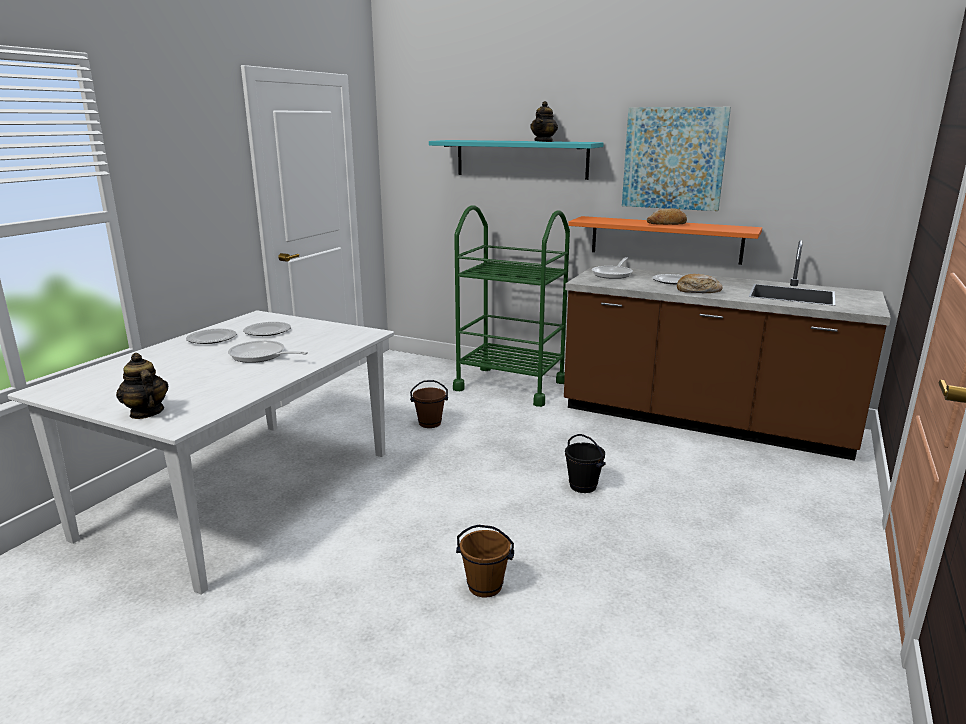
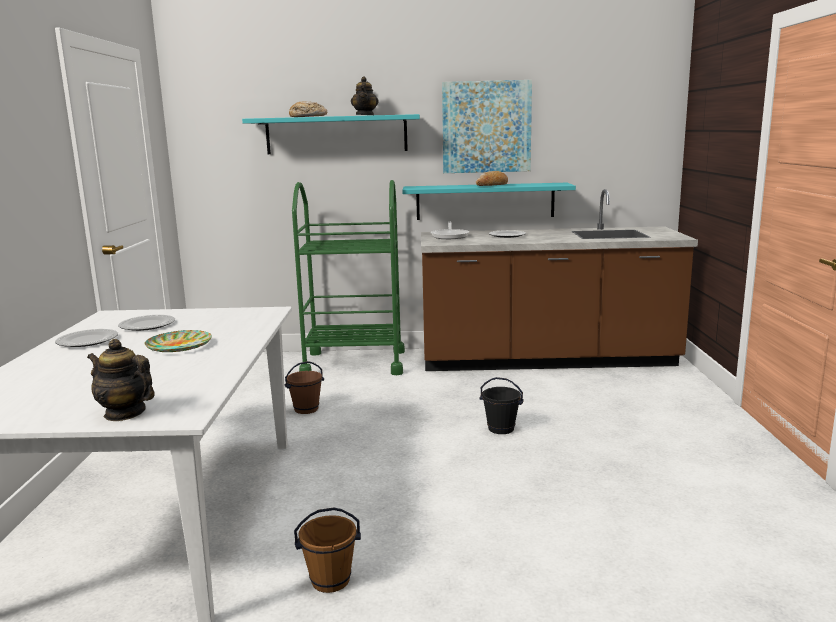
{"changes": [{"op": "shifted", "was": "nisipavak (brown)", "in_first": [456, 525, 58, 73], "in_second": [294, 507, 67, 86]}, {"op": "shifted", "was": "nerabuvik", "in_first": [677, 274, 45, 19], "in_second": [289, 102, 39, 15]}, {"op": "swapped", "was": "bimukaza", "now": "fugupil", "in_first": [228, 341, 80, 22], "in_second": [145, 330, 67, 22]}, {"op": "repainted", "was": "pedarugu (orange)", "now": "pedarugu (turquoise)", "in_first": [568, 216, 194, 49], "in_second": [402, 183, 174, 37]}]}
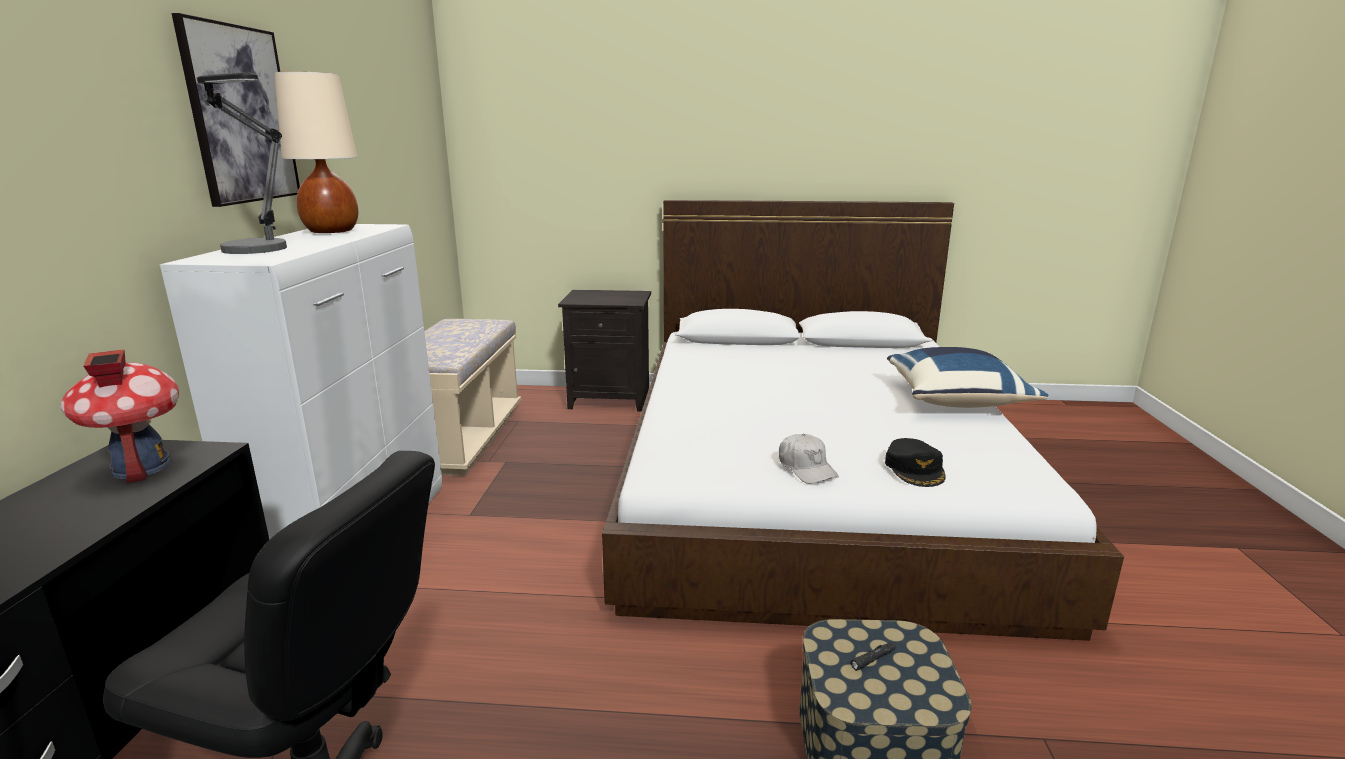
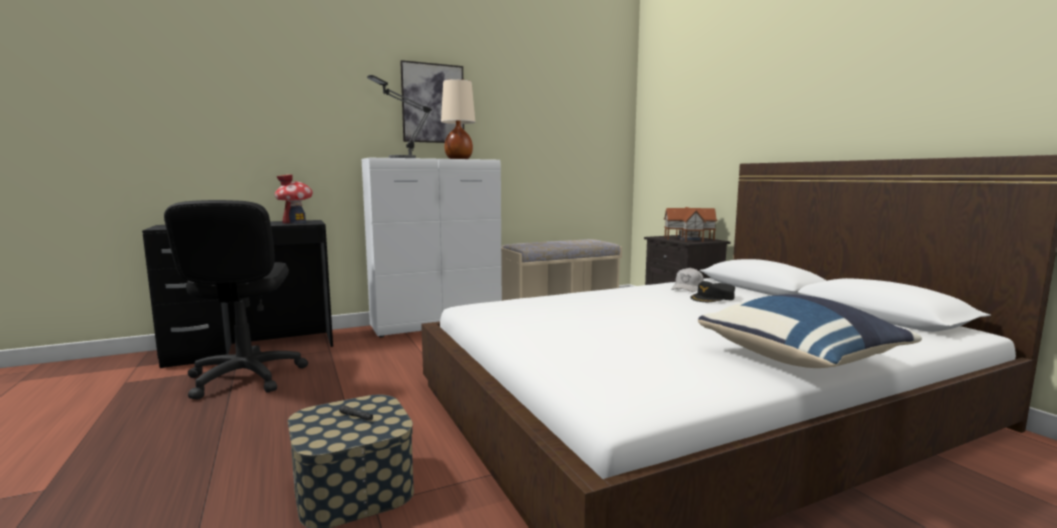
{"changes": [{"op": "new", "now": "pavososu", "in_second": [664, 207, 53, 35]}, {"op": "shifted", "was": "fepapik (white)", "in_first": [779, 434, 60, 50], "in_second": [671, 267, 33, 25]}, {"op": "shifted", "was": "fepapik (black)", "in_first": [885, 438, 61, 49], "in_second": [690, 281, 45, 21]}]}
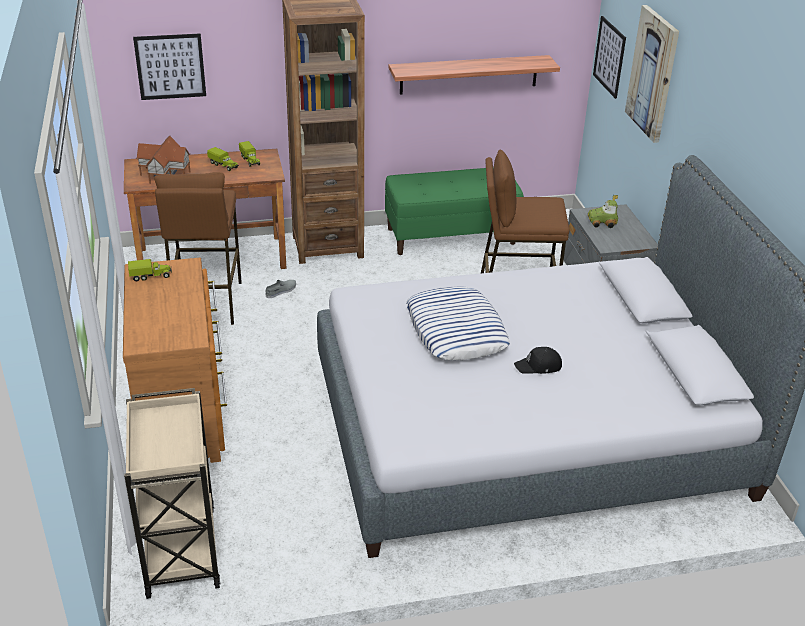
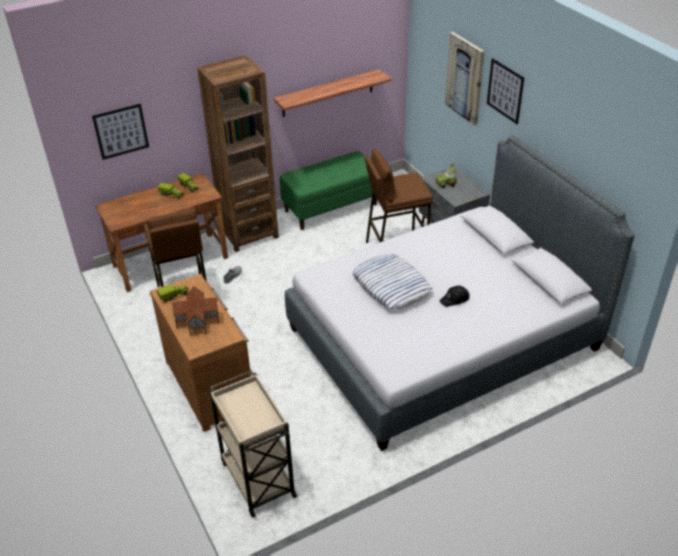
{"changes": [{"op": "shifted", "was": "pavososu", "in_first": [136, 135, 55, 49], "in_second": [172, 287, 47, 49]}, {"op": "shifted", "was": "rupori", "in_first": [593, 16, 33, 83], "in_second": [487, 58, 37, 66]}]}
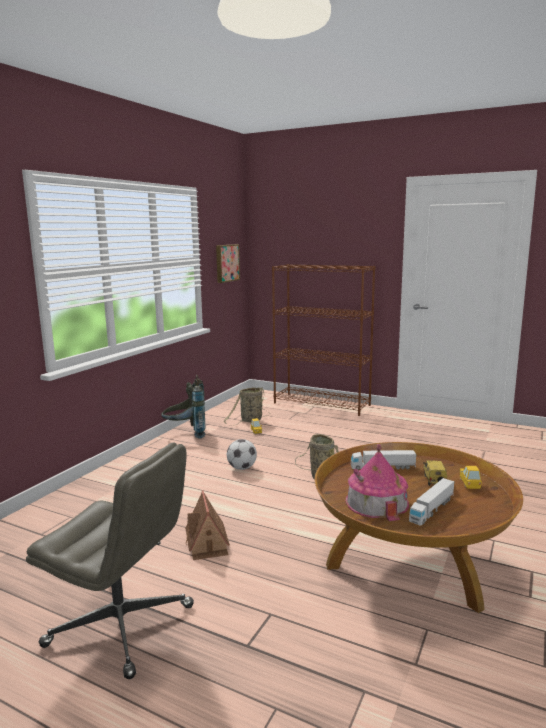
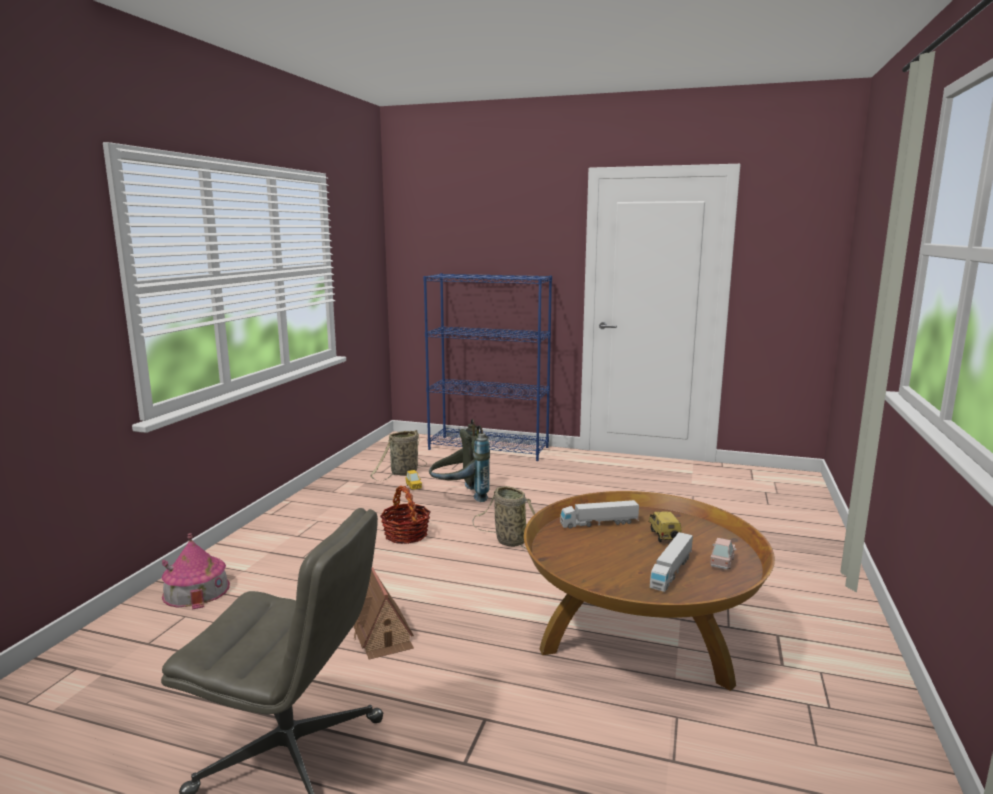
{"changes": [{"op": "gone", "was": "rupori", "in_first": [216, 244, 24, 39]}, {"op": "gone", "was": "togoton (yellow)", "in_first": [460, 466, 22, 23]}, {"op": "new", "now": "togoton (pink)", "in_second": [711, 538, 26, 32]}, {"op": "shifted", "was": "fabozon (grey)", "in_first": [161, 375, 44, 63], "in_second": [429, 419, 61, 83]}, {"op": "shifted", "was": "pavososu", "in_first": [345, 444, 64, 77], "in_second": [162, 533, 68, 77]}, {"op": "swapped", "was": "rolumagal", "now": "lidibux", "in_first": [227, 439, 30, 31], "in_second": [380, 486, 50, 58]}, {"op": "repainted", "was": "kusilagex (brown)", "now": "kusilagex (blue)", "in_first": [272, 264, 103, 152], "in_second": [423, 273, 129, 188]}]}
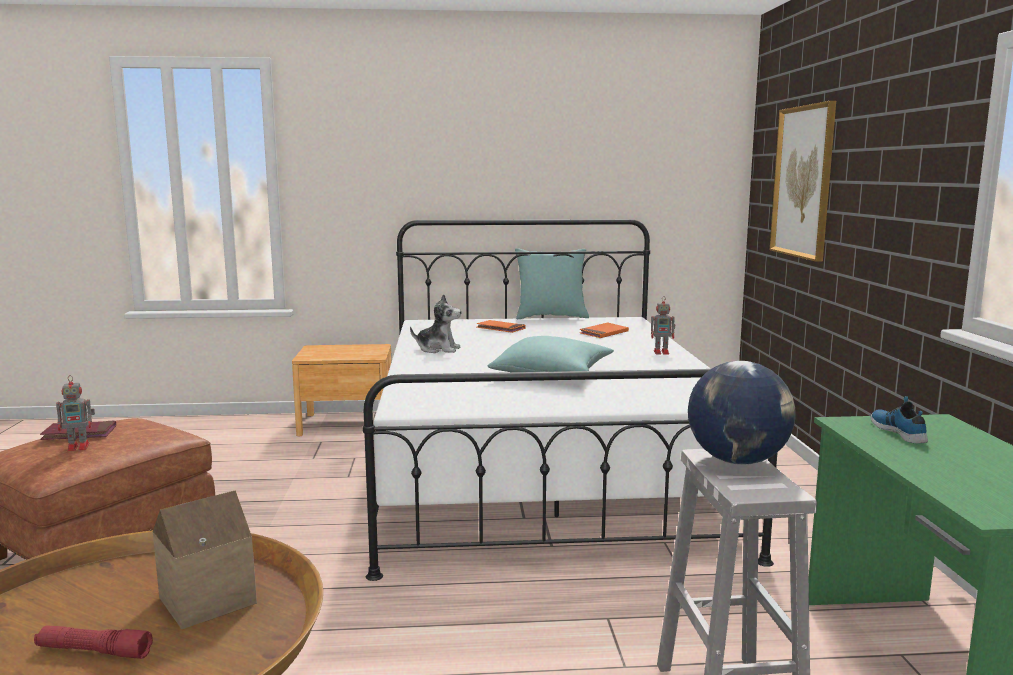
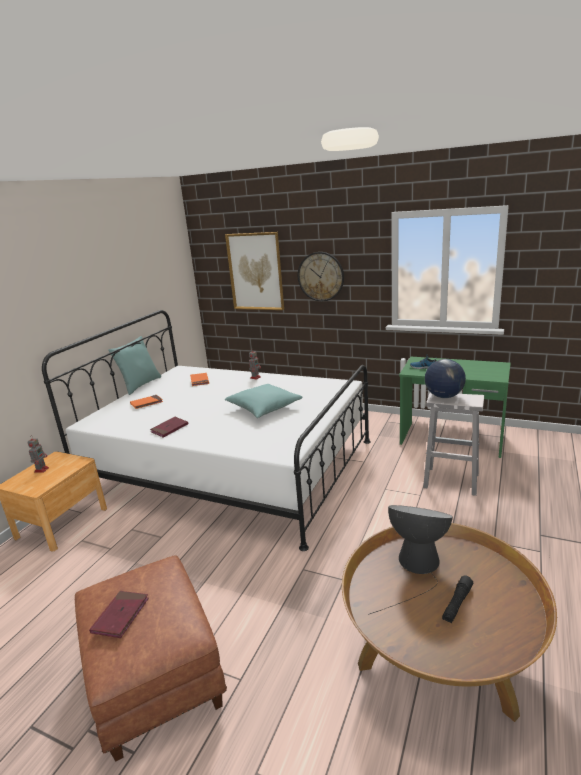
{"changes": [{"op": "new", "now": "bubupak", "in_second": [298, 252, 46, 49]}, {"op": "shifted", "was": "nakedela", "in_first": [56, 375, 39, 76], "in_second": [27, 438, 22, 35]}, {"op": "swapped", "was": "pavososu", "now": "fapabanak", "in_first": [153, 490, 104, 140], "in_second": [368, 505, 85, 110]}, {"op": "swapped", "was": "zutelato", "now": "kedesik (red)", "in_first": [410, 294, 51, 59], "in_second": [150, 417, 38, 21]}, {"op": "repainted", "was": "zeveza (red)", "now": "zeveza (black)", "in_first": [34, 626, 119, 33], "in_second": [442, 575, 31, 48]}]}
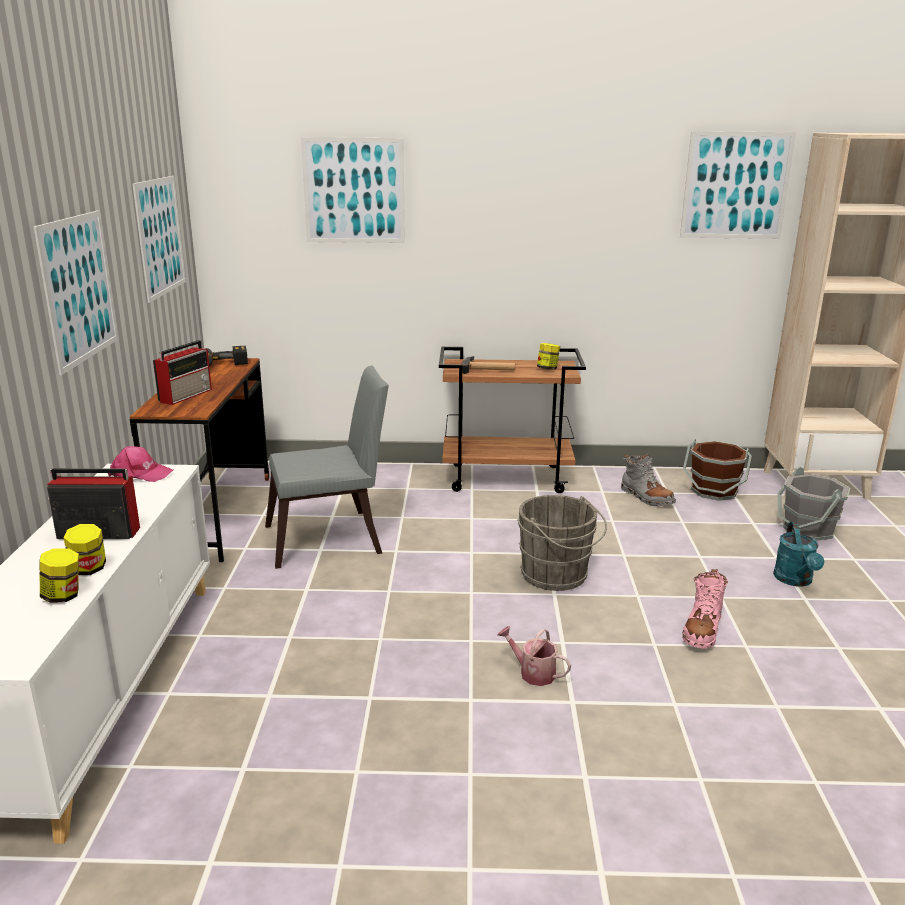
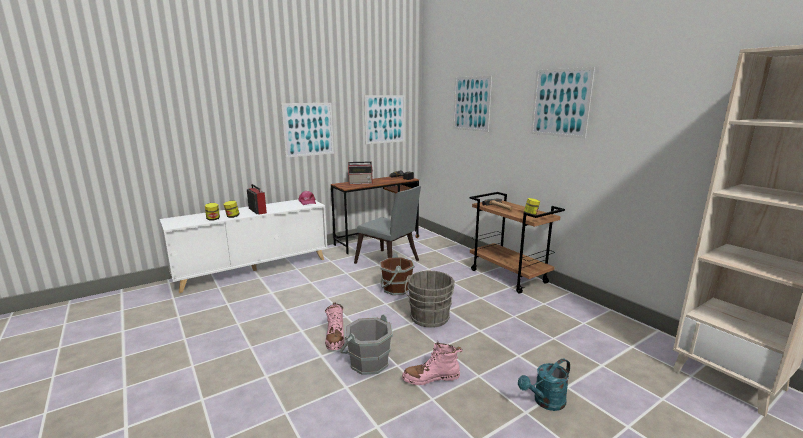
{"changes": [{"op": "gone", "was": "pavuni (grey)", "in_first": [621, 454, 55, 52]}, {"op": "shifted", "was": "rupori", "in_first": [680, 131, 116, 108], "in_second": [531, 67, 64, 72]}, {"op": "shifted", "was": "nisipavak (brown)", "in_first": [683, 439, 69, 62], "in_second": [380, 253, 34, 42]}, {"op": "shifted", "was": "nisipavak (grey)", "in_first": [777, 467, 73, 74], "in_second": [339, 314, 54, 61]}, {"op": "swapped", "was": "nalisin", "now": "pavuni (pink)", "in_first": [497, 626, 74, 60], "in_second": [325, 302, 19, 48]}]}
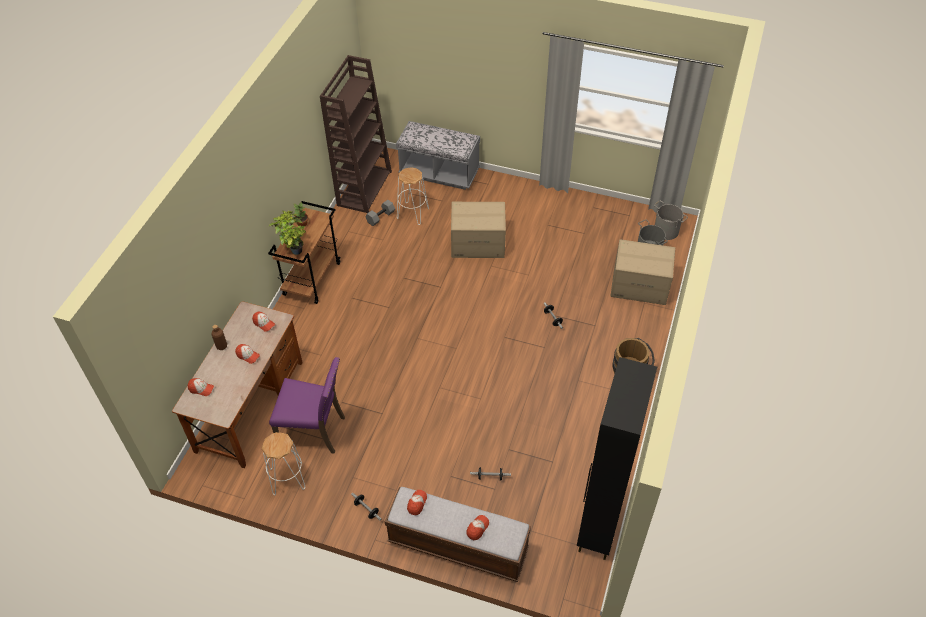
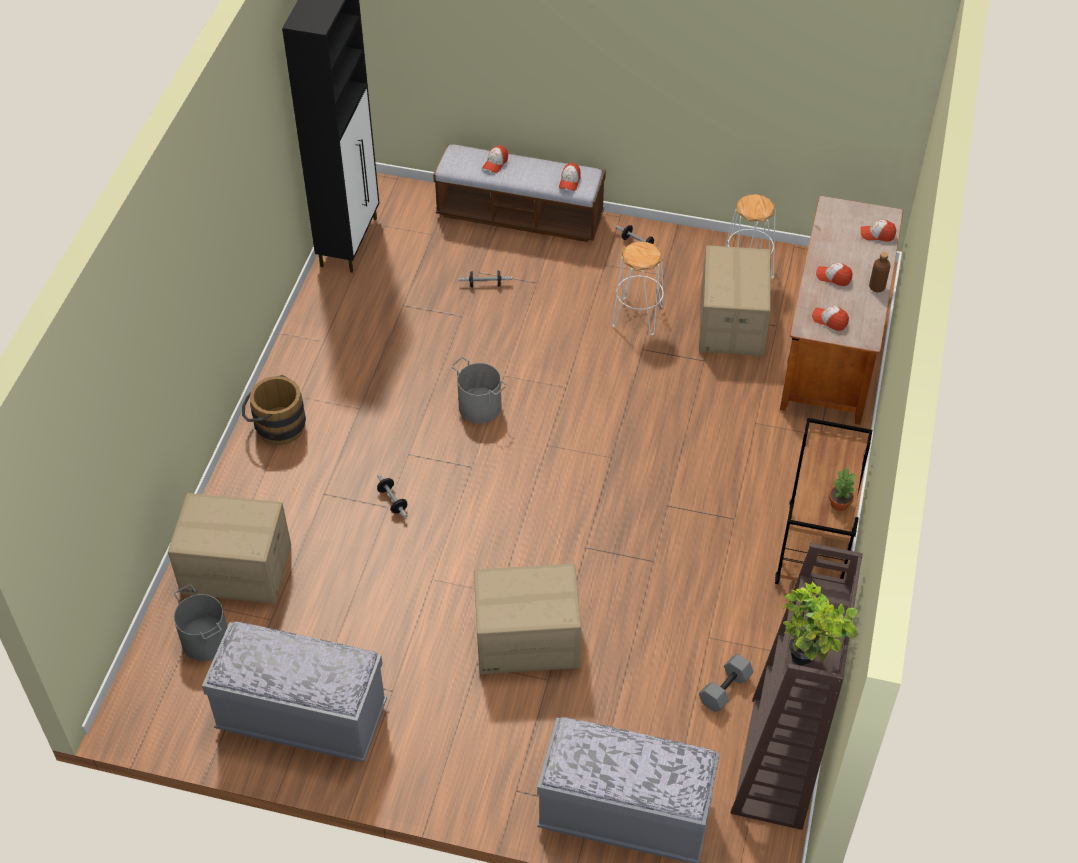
{"changes": [{"op": "new", "now": "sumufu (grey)", "in_second": [202, 621, 185, 141]}, {"op": "shifted", "was": "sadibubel", "in_first": [269, 211, 37, 44], "in_second": [782, 582, 76, 84]}, {"op": "shifted", "was": "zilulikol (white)", "in_first": [397, 167, 32, 58], "in_second": [612, 241, 52, 94]}, {"op": "shifted", "was": "nisipavak (grey)", "in_first": [654, 200, 34, 40], "in_second": [451, 357, 56, 67]}, {"op": "swapped", "was": "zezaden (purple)", "now": "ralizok", "in_first": [269, 357, 76, 97], "in_second": [699, 245, 72, 111]}]}
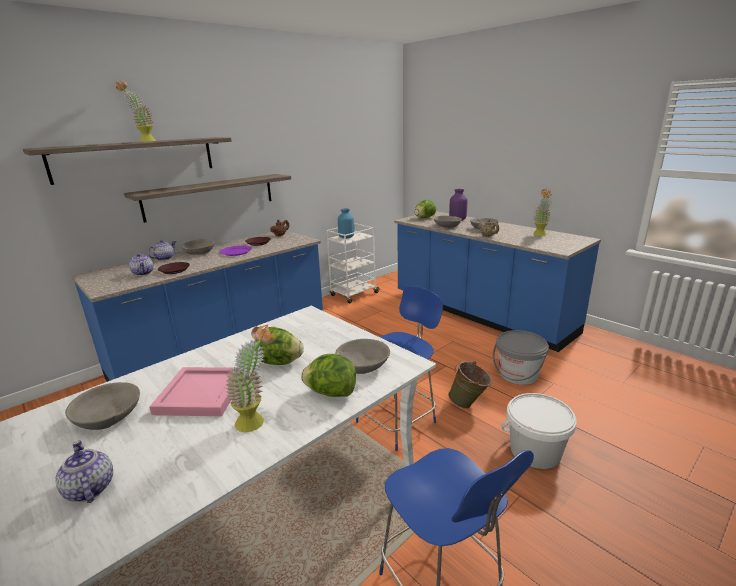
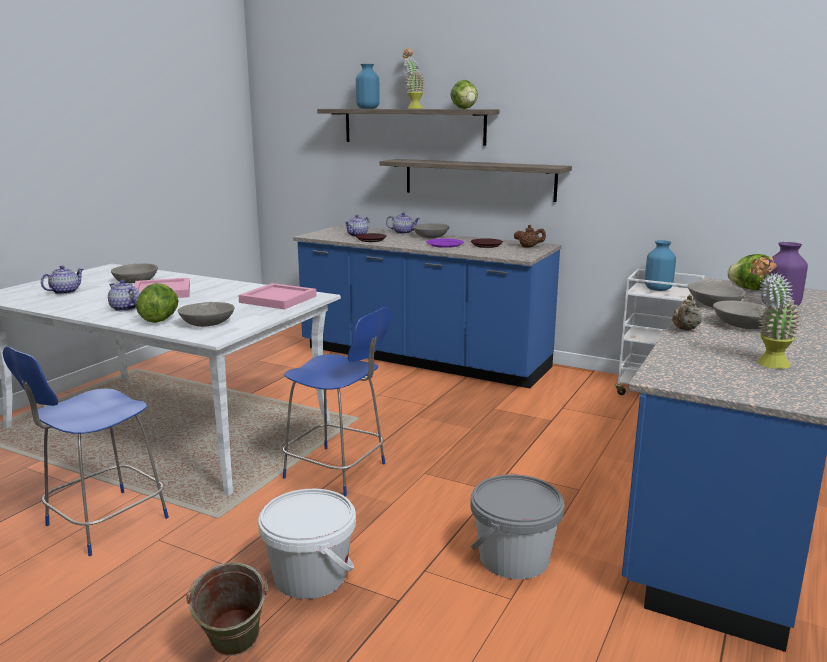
{"changes": [{"op": "new", "now": "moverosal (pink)", "in_second": [238, 283, 79, 26]}, {"op": "new", "now": "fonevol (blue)", "in_second": [356, 64, 24, 45]}, {"op": "shifted", "was": "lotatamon", "in_first": [255, 327, 49, 38], "in_second": [450, 80, 28, 29]}, {"op": "shifted", "was": "nisipavak (green)", "in_first": [448, 361, 44, 48], "in_second": [186, 563, 82, 93]}, {"op": "swapped", "was": "sadibubel", "now": "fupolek", "in_first": [225, 324, 49, 108], "in_second": [108, 280, 32, 31]}]}
